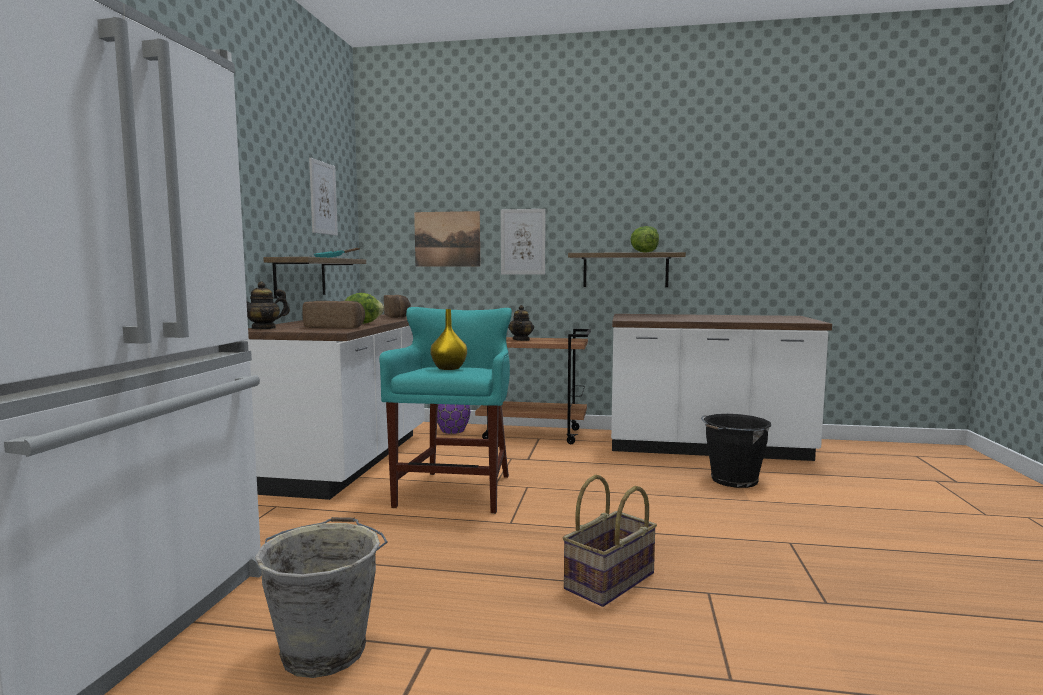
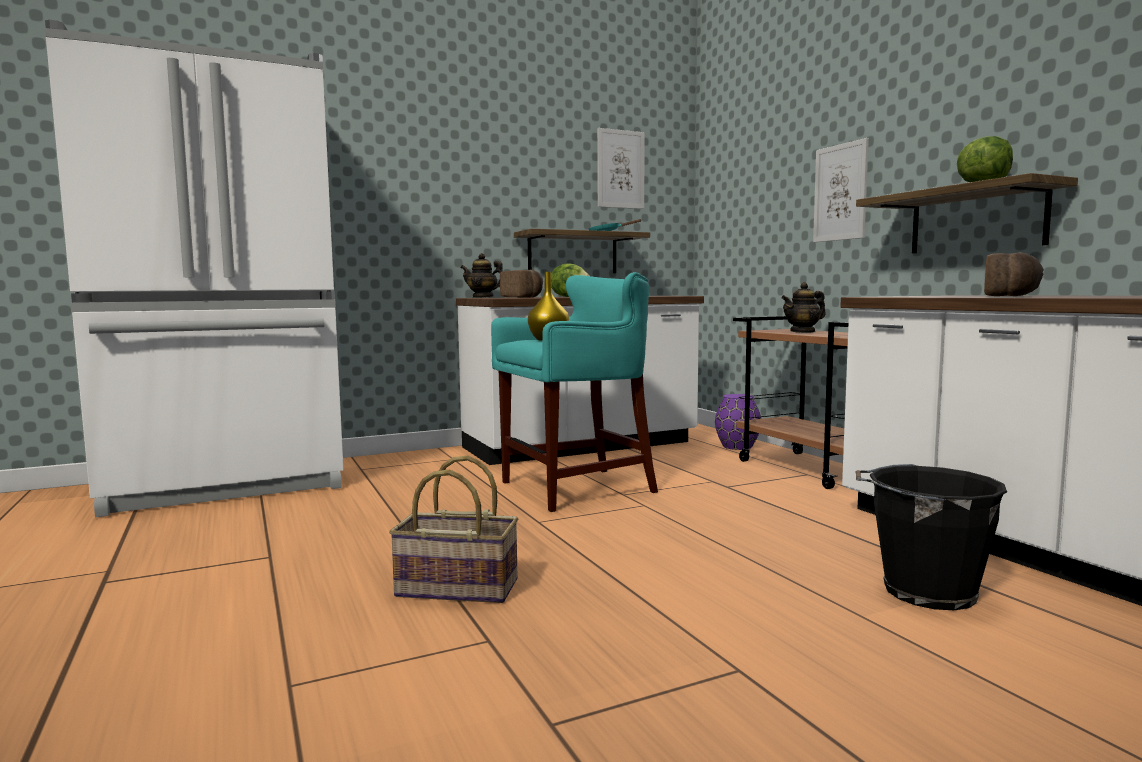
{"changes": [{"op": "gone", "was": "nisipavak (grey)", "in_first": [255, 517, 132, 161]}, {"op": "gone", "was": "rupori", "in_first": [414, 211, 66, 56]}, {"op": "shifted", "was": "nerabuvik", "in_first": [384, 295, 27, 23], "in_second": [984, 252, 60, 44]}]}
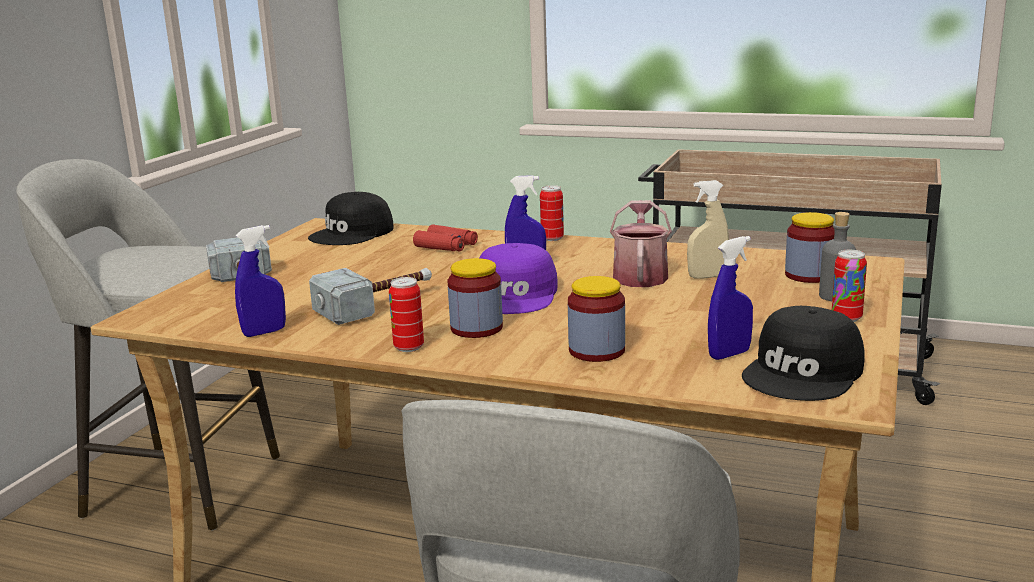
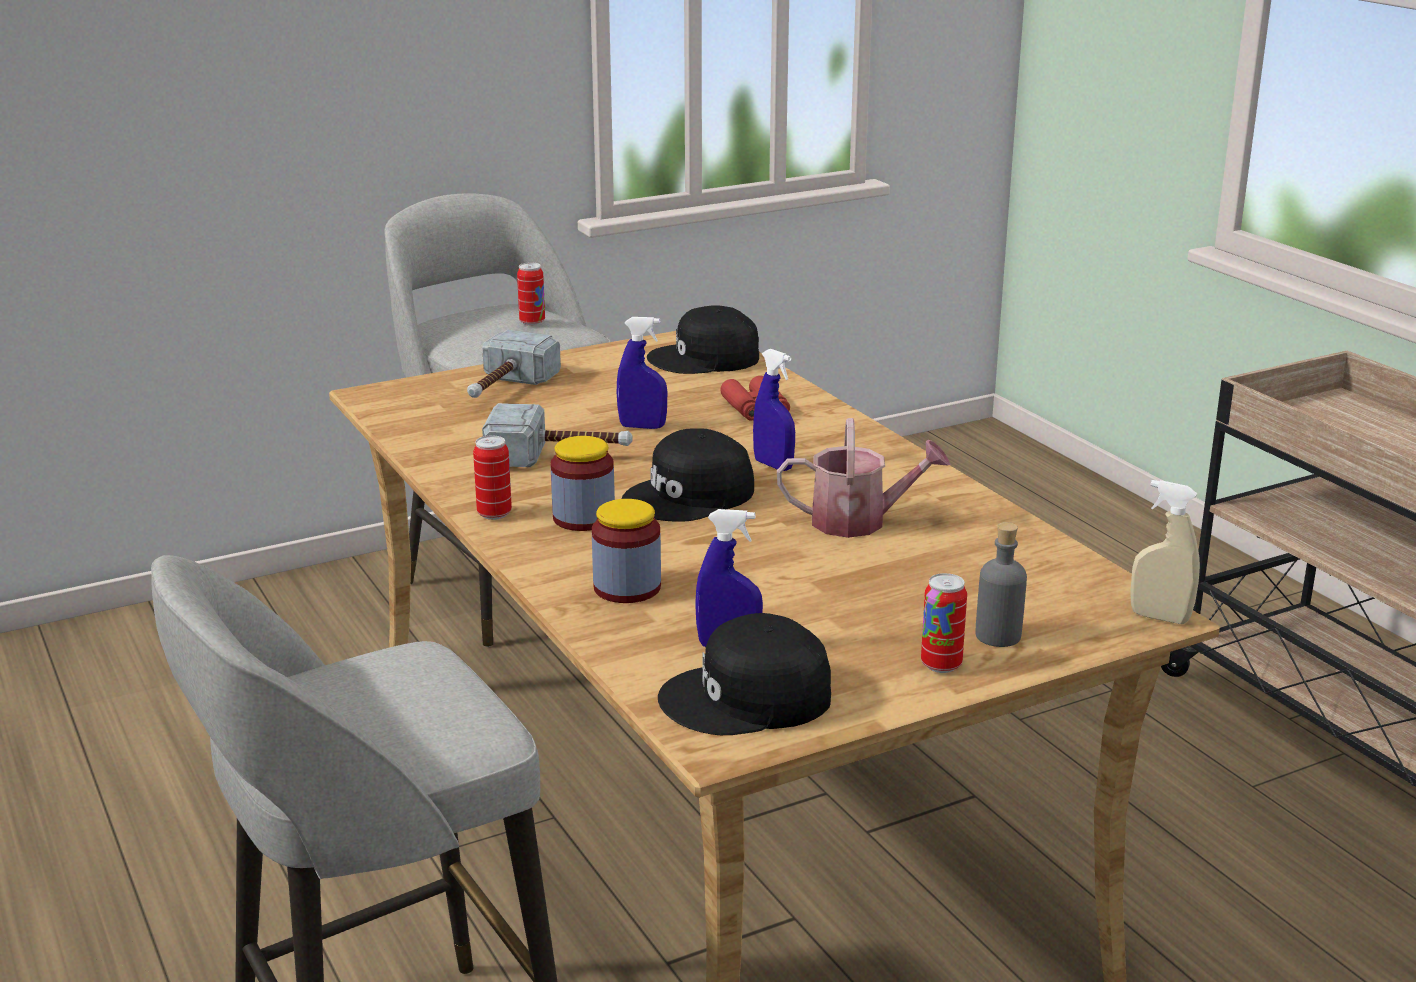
{"changes": [{"op": "gone", "was": "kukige", "in_first": [785, 212, 49, 71]}, {"op": "shifted", "was": "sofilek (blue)", "in_first": [235, 225, 51, 112], "in_second": [617, 317, 50, 112]}, {"op": "shifted", "was": "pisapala", "in_first": [540, 185, 24, 56], "in_second": [517, 263, 28, 63]}, {"op": "shifted", "was": "sofilek (beige)", "in_first": [687, 180, 42, 99], "in_second": [1130, 480, 70, 144]}, {"op": "repainted", "was": "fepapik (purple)", "now": "fepapik (black)", "in_first": [480, 243, 78, 71], "in_second": [622, 428, 132, 94]}, {"op": "rotated", "was": "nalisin", "in_first": [610, 200, 62, 87], "in_second": [777, 418, 174, 120], "clockwise": 45}]}
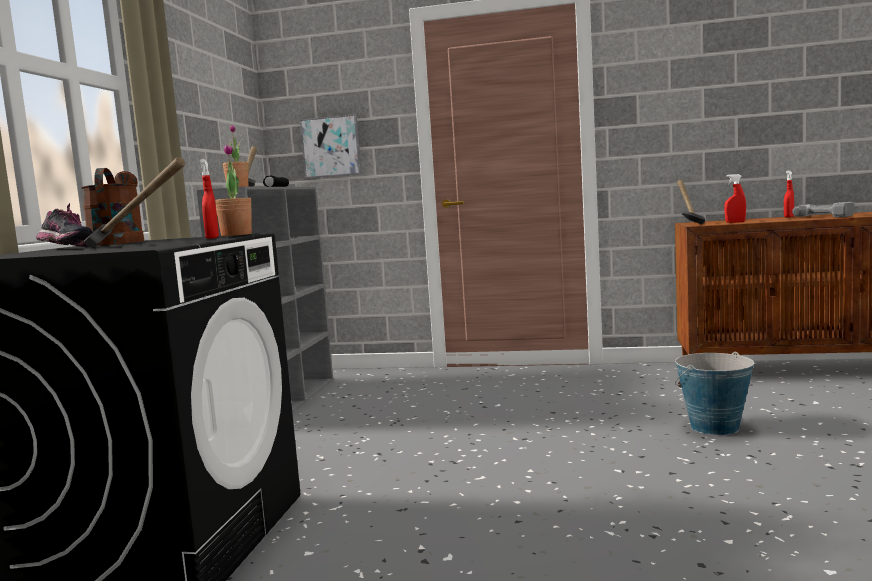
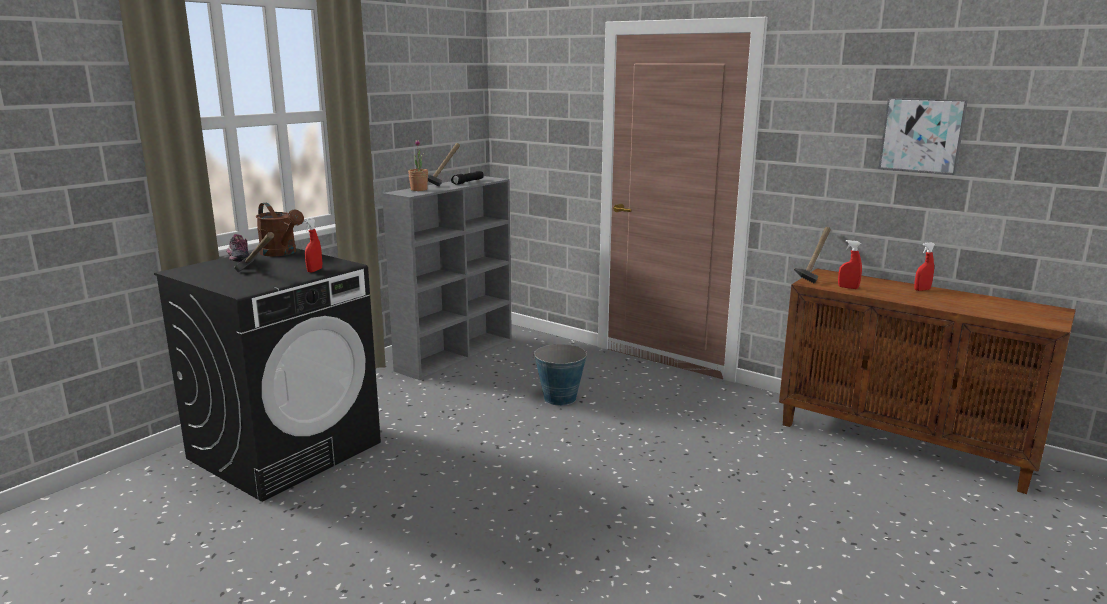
{"changes": [{"op": "gone", "was": "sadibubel", "in_first": [215, 144, 37, 92]}, {"op": "gone", "was": "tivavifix", "in_first": [792, 202, 62, 15]}, {"op": "shifted", "was": "rupori", "in_first": [300, 114, 62, 64], "in_second": [878, 98, 90, 77]}, {"op": "shifted", "was": "nisipavak", "in_first": [675, 352, 79, 83], "in_second": [533, 344, 54, 62]}, {"op": "rotated", "was": "nalisin (brown)", "in_first": [81, 168, 63, 78], "in_second": [256, 203, 48, 53], "clockwise": 120}]}
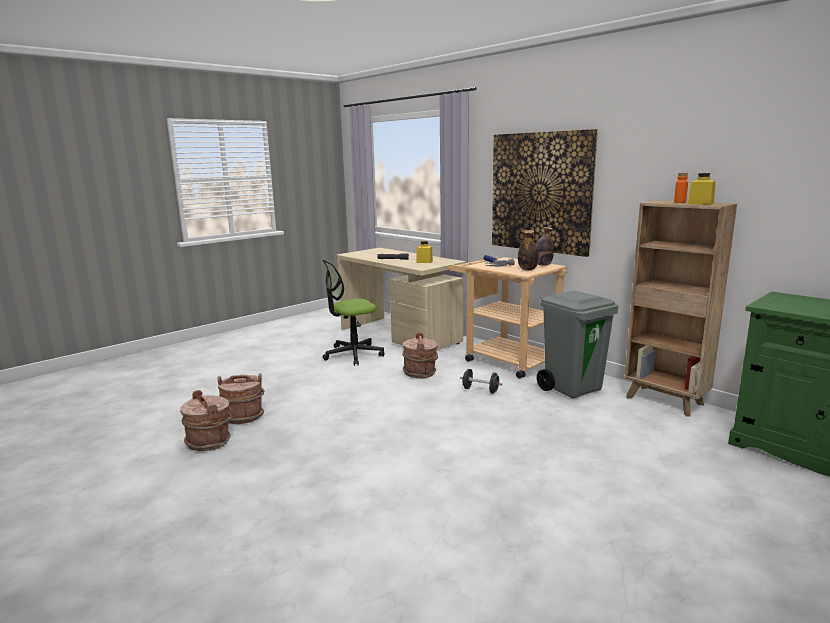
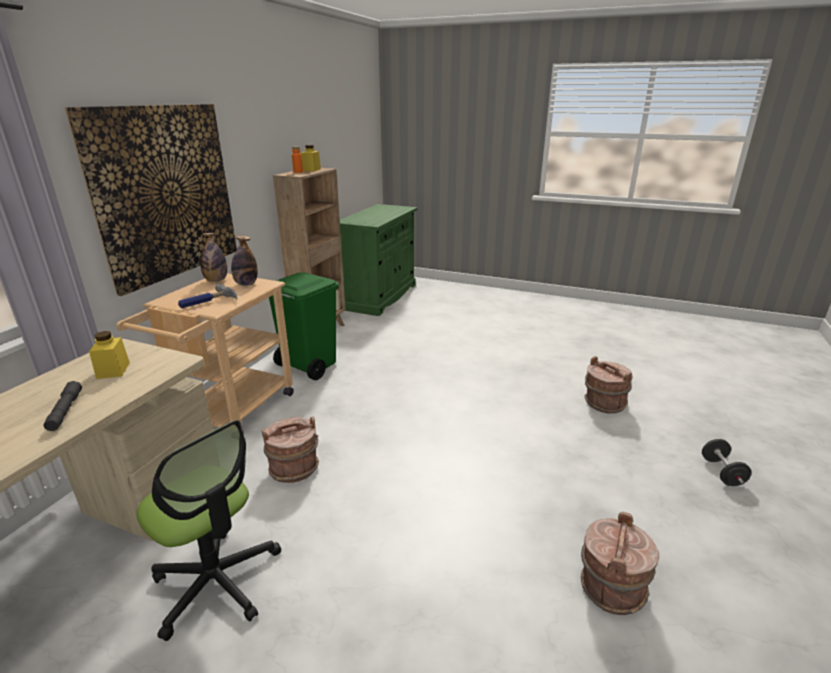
{"changes": [{"op": "shifted", "was": "nisipavak (brown)", "in_first": [217, 373, 48, 51], "in_second": [585, 356, 48, 57]}, {"op": "shifted", "was": "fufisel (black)", "in_first": [460, 369, 42, 25], "in_second": [702, 439, 49, 47]}, {"op": "repainted", "was": "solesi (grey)", "now": "solesi (green)", "in_first": [537, 291, 81, 107], "in_second": [269, 272, 70, 108]}]}
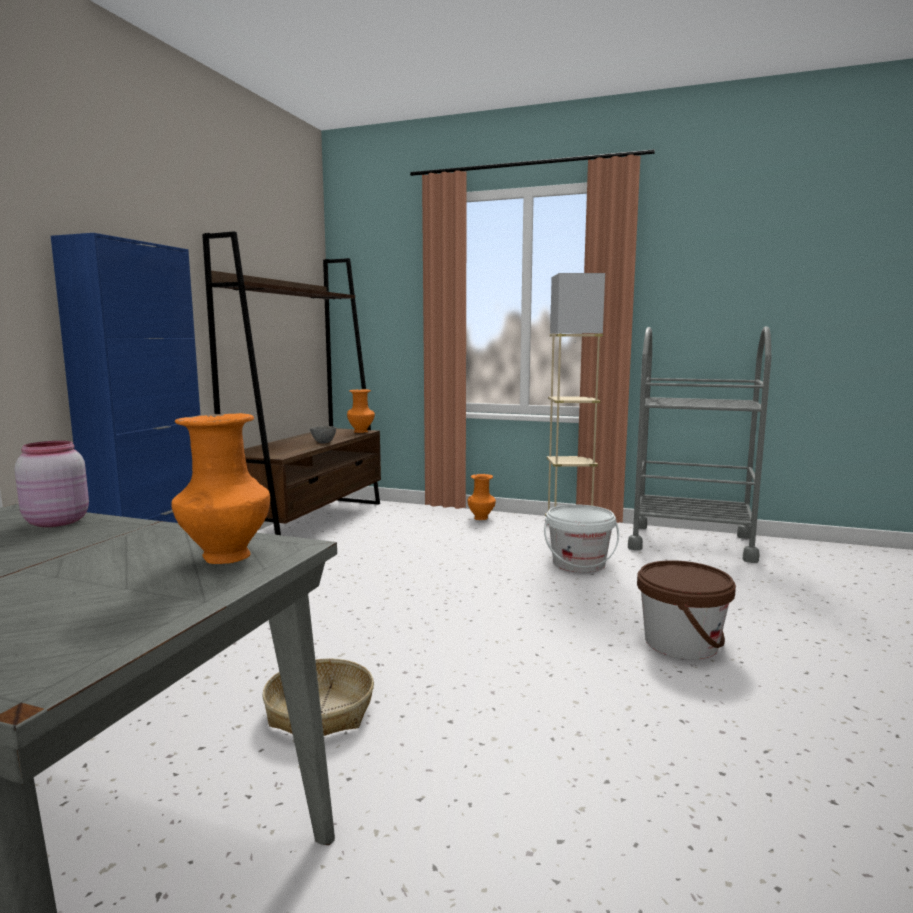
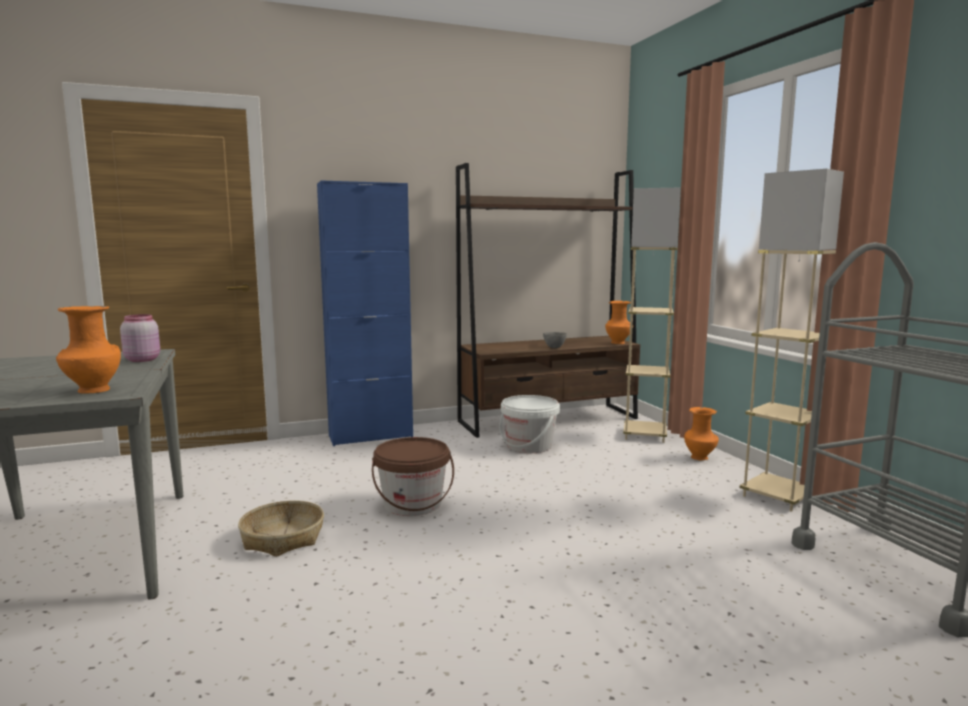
{"changes": [{"op": "new", "now": "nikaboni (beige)", "in_second": [623, 187, 58, 256]}, {"op": "shifted", "was": "nisipavak (white)", "in_first": [544, 504, 75, 69], "in_second": [499, 395, 61, 58]}, {"op": "shifted", "was": "nisipavak (brown)", "in_first": [637, 560, 99, 100], "in_second": [372, 437, 82, 79]}]}
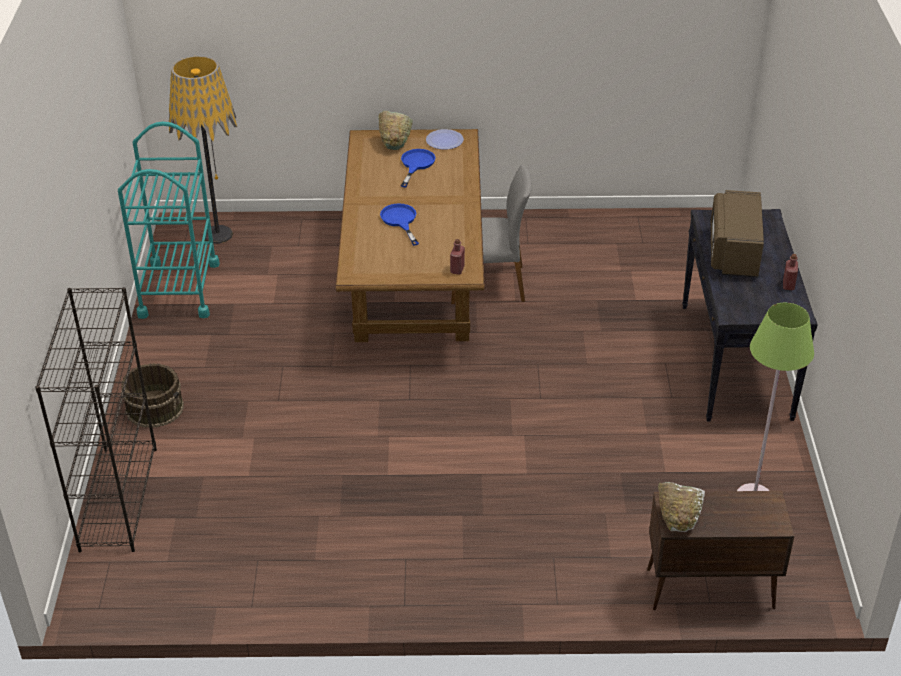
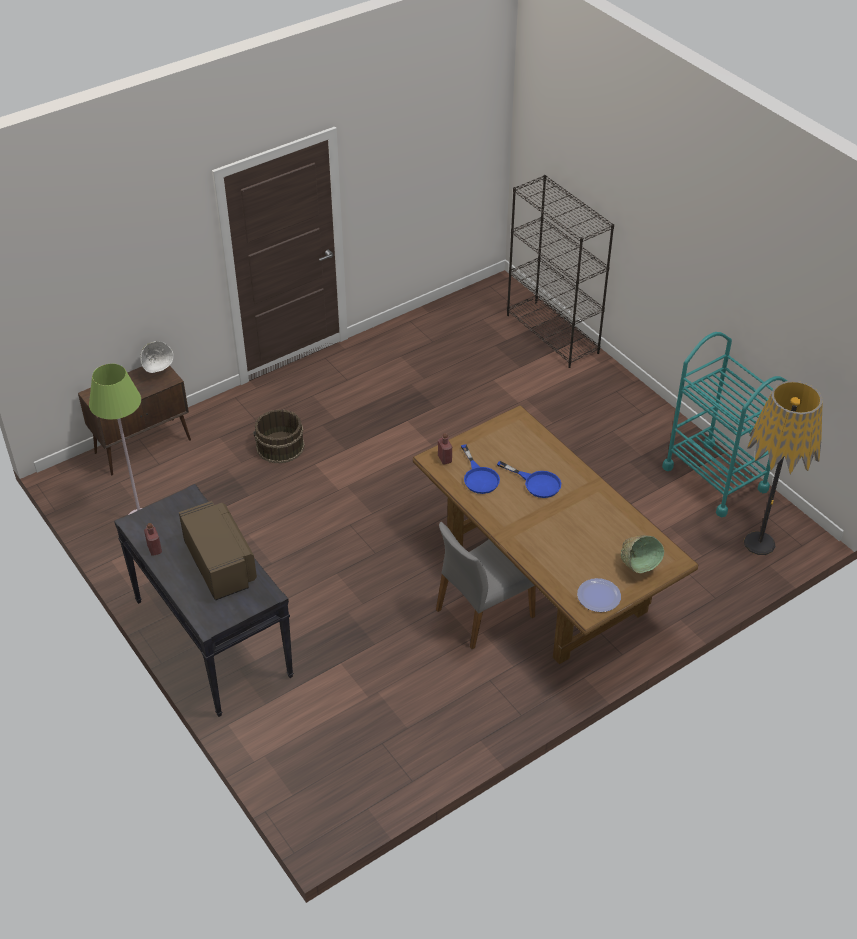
{"changes": [{"op": "shifted", "was": "nisipavak (brown)", "in_first": [121, 363, 63, 65], "in_second": [253, 409, 52, 55]}, {"op": "shifted", "was": "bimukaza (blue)", "in_first": [401, 149, 35, 38], "in_second": [461, 444, 39, 50]}]}
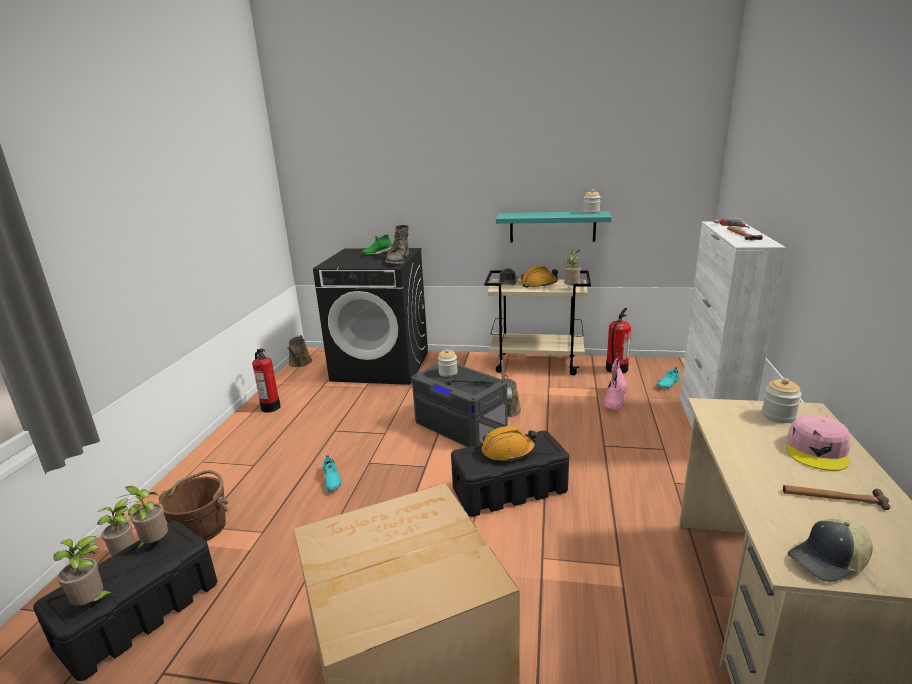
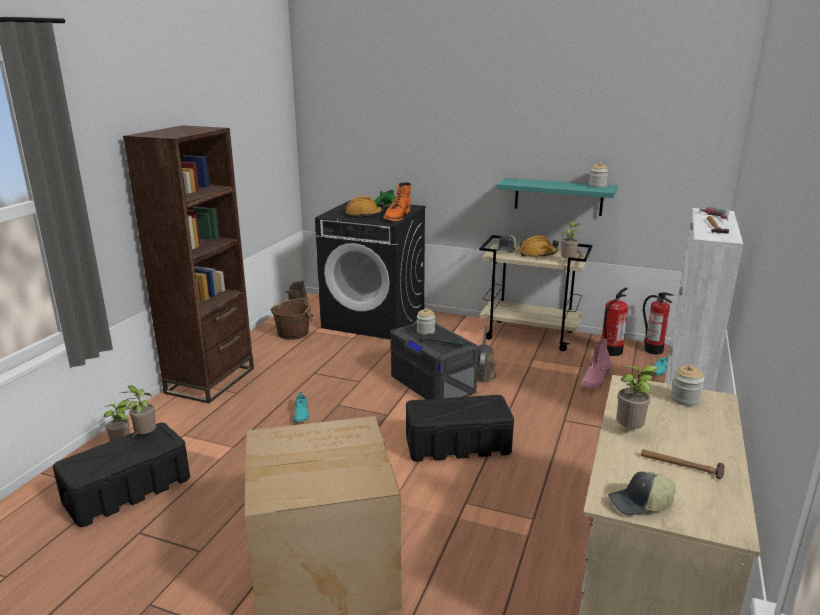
{"changes": [{"op": "gone", "was": "fepapik (pink)", "in_first": [787, 415, 64, 56]}, {"op": "new", "now": "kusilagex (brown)", "in_second": [123, 125, 131, 278]}, {"op": "shifted", "was": "sadibubel", "in_first": [53, 536, 61, 70], "in_second": [617, 365, 41, 63]}, {"op": "shifted", "was": "nisipavak (brown)", "in_first": [158, 470, 70, 71], "in_second": [271, 298, 42, 42]}, {"op": "shifted", "was": "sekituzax", "in_first": [252, 348, 29, 65], "in_second": [643, 293, 30, 62]}, {"op": "shifted", "was": "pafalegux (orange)", "in_first": [481, 425, 56, 37], "in_second": [345, 196, 39, 21]}, {"op": "repainted", "was": "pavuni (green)", "now": "pavuni (orange)", "in_first": [385, 225, 24, 39], "in_second": [383, 182, 28, 39]}]}
